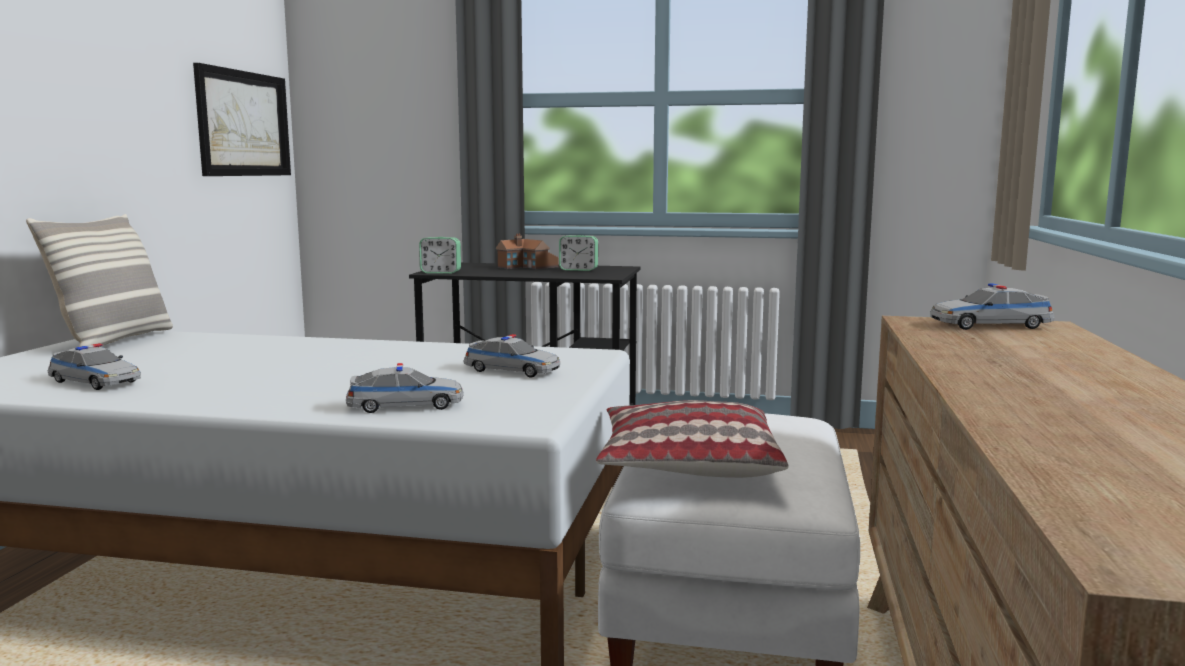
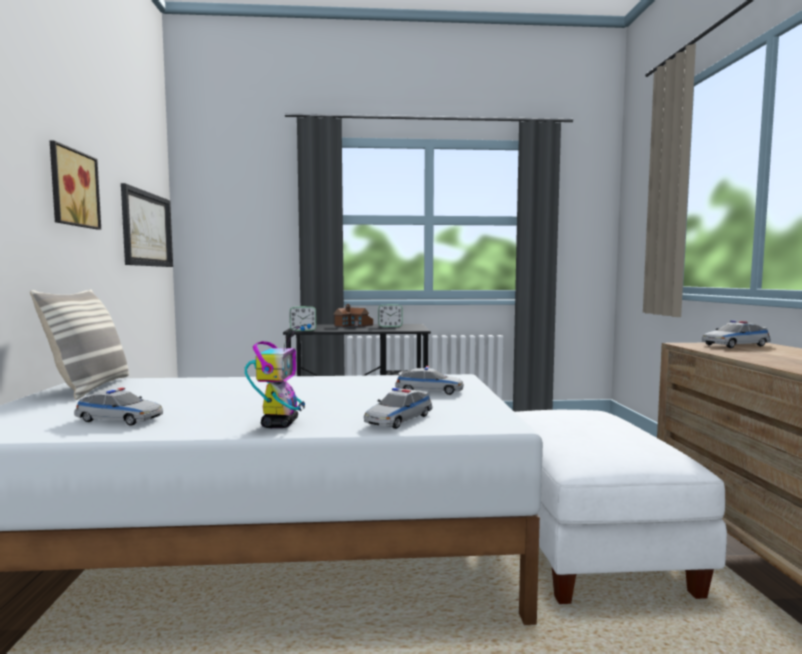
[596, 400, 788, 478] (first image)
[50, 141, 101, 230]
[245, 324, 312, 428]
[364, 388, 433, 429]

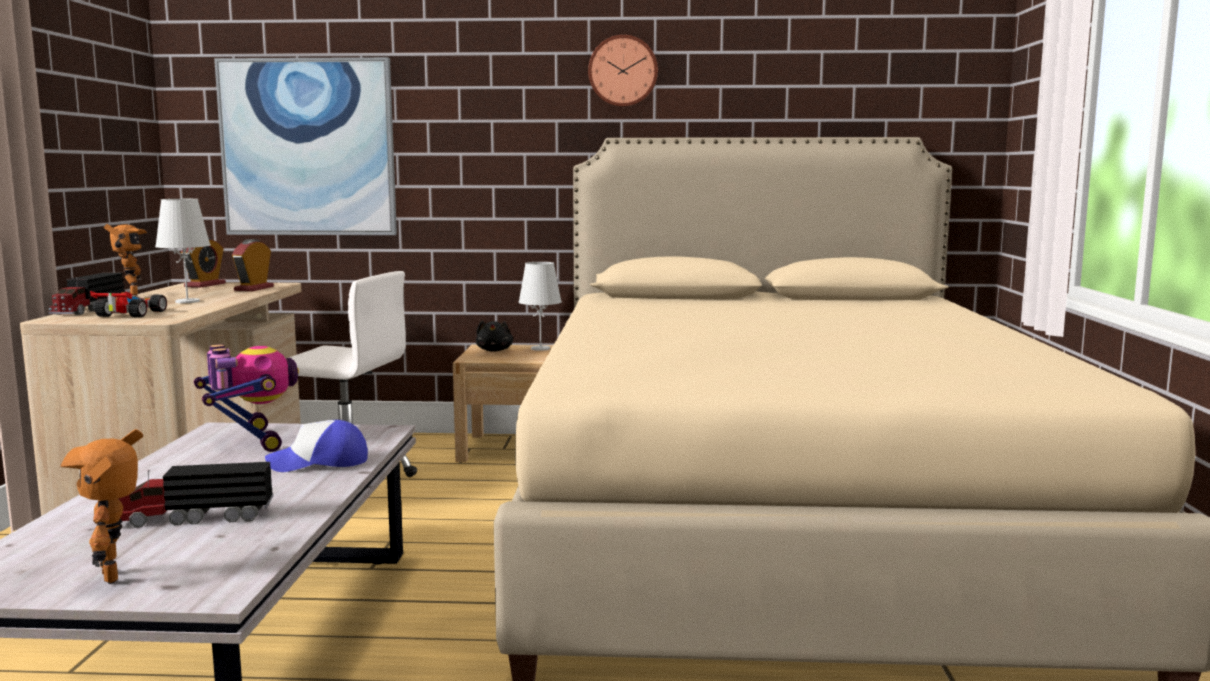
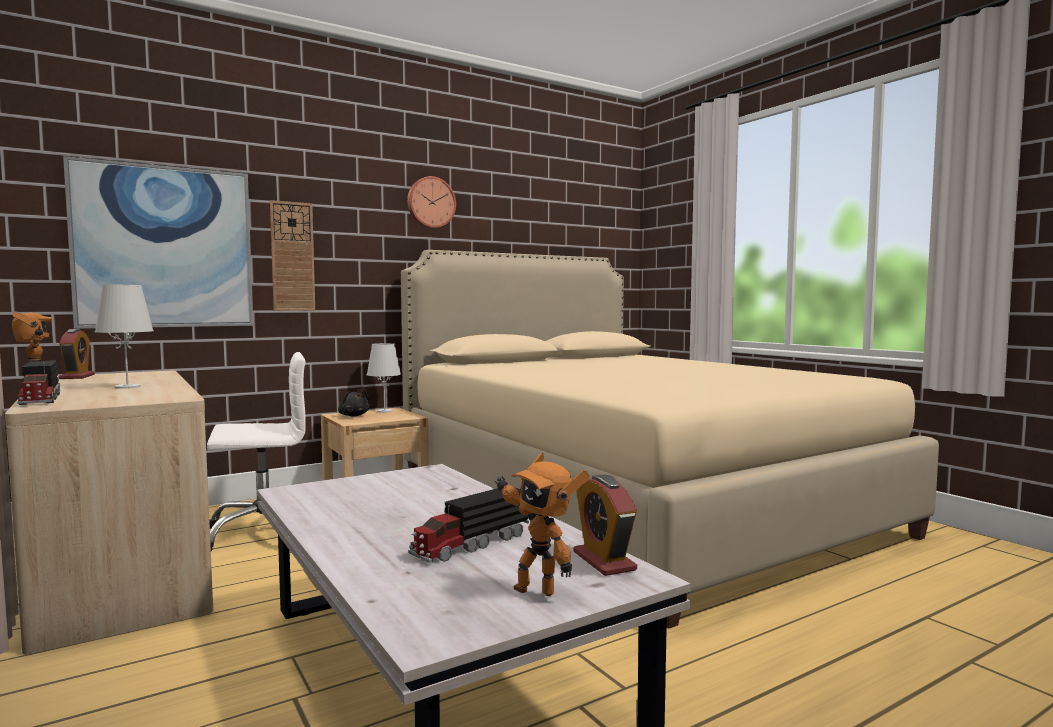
[90, 291, 167, 317] (first image)
[194, 344, 299, 452] (first image)
[265, 420, 368, 472] (first image)
[270, 200, 315, 311]
[573, 475, 637, 576]

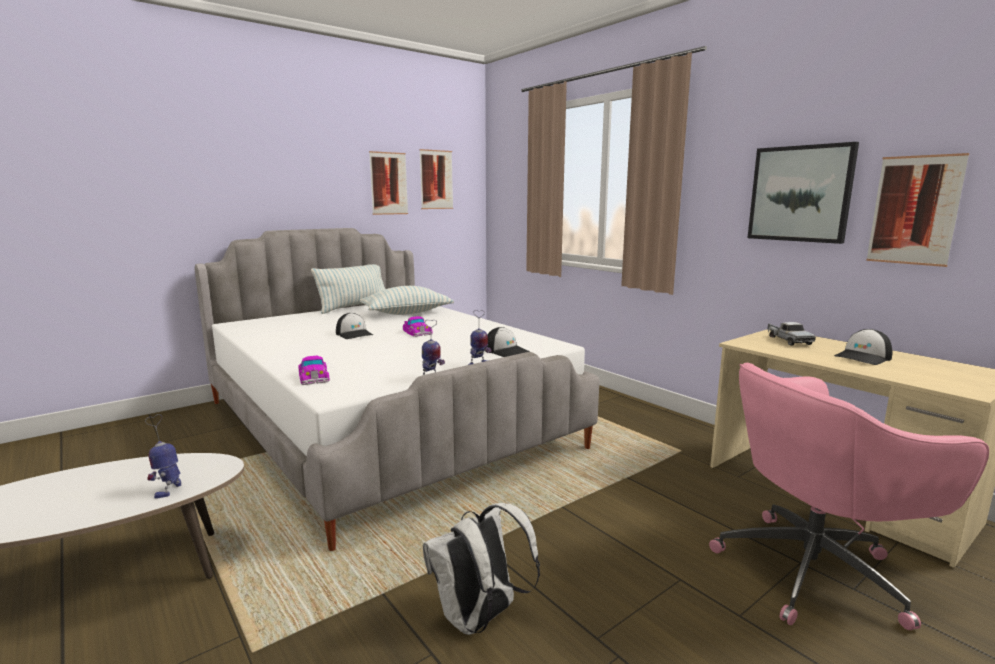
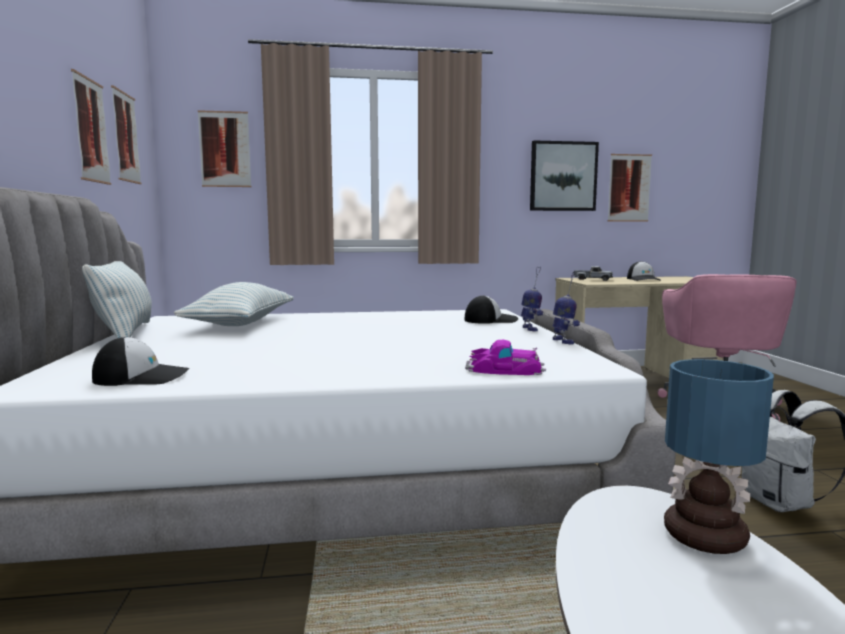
[403, 316, 433, 337] (first image)
[198, 110, 251, 187]
[92, 337, 189, 386]
[664, 359, 774, 554]

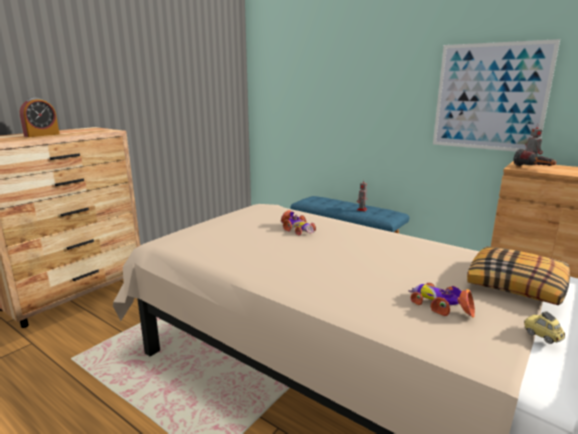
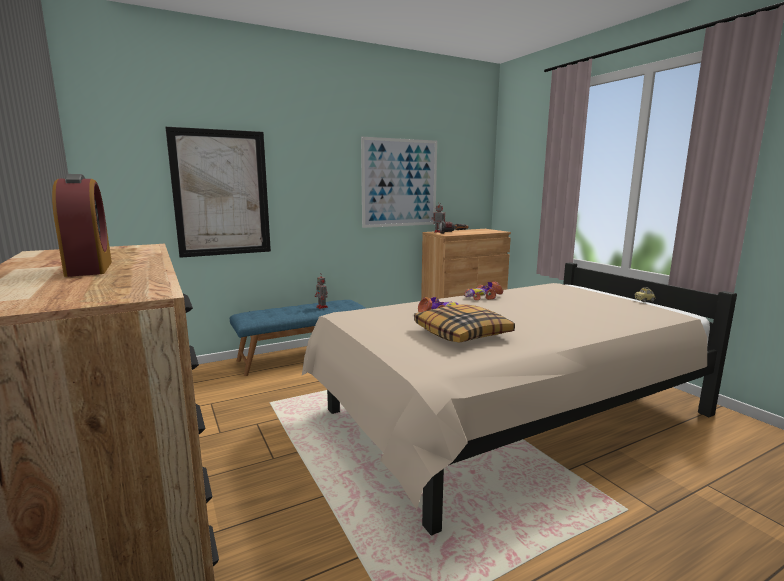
[165, 127, 271, 258]
[463, 281, 503, 300]
[414, 304, 515, 343]

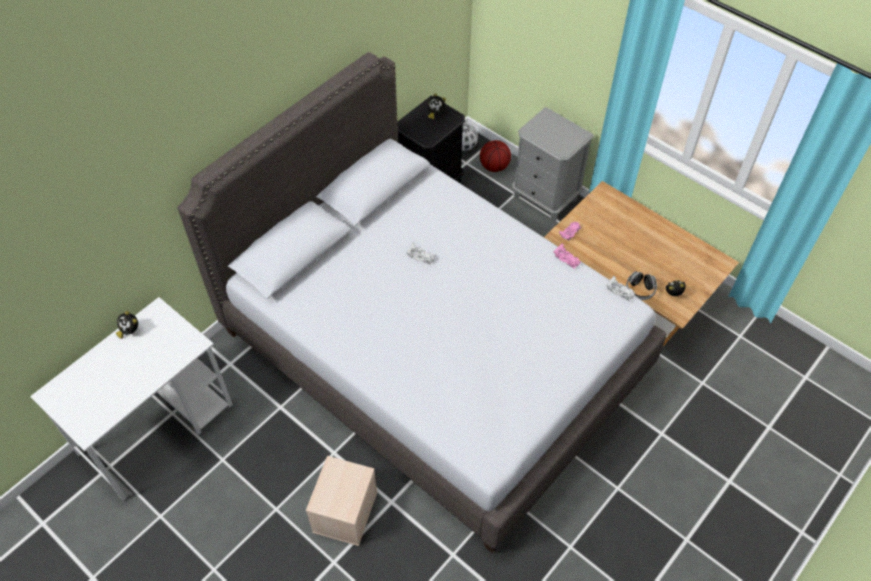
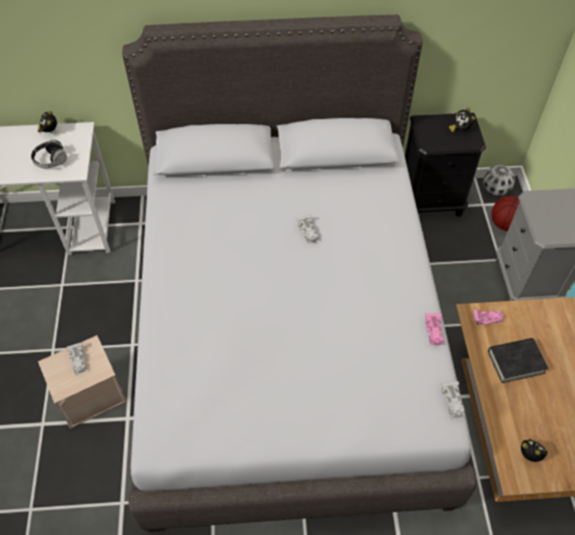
[66, 342, 87, 374]
[488, 338, 548, 383]
[31, 140, 67, 168]

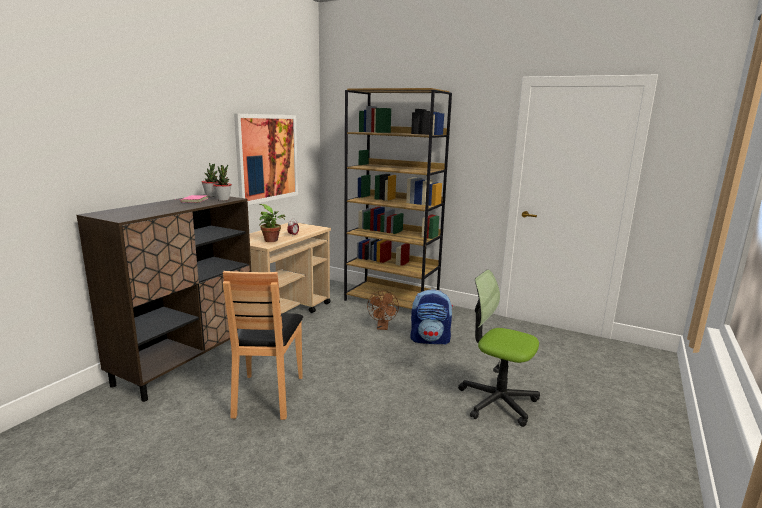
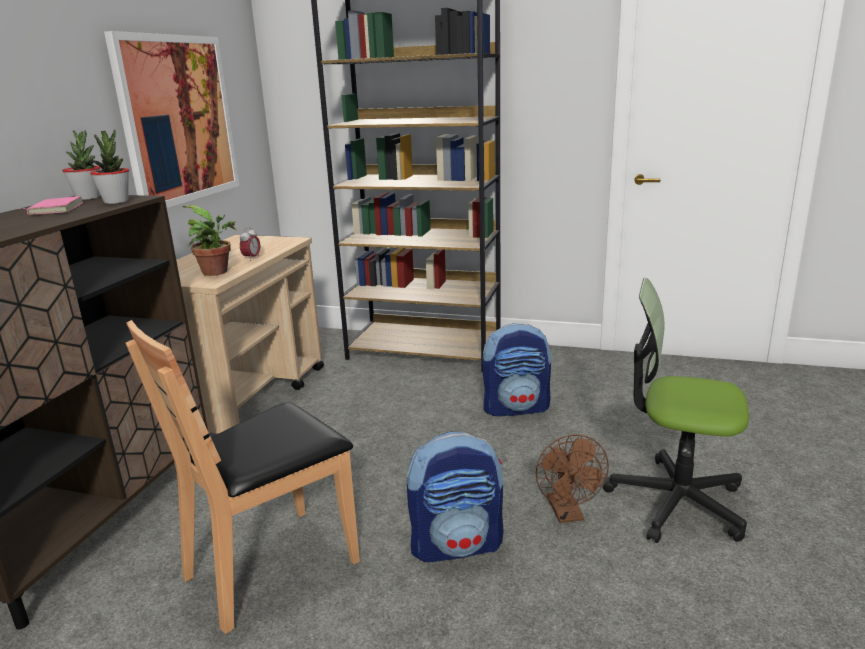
[407, 432, 504, 562]
[536, 435, 609, 523]
[126, 320, 360, 634]

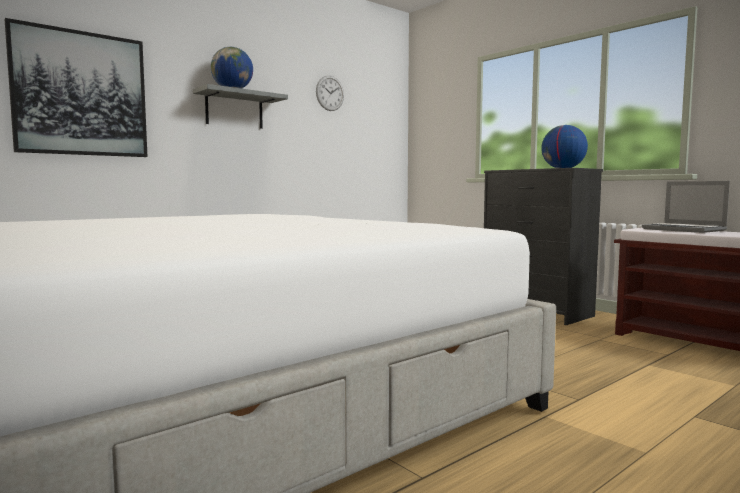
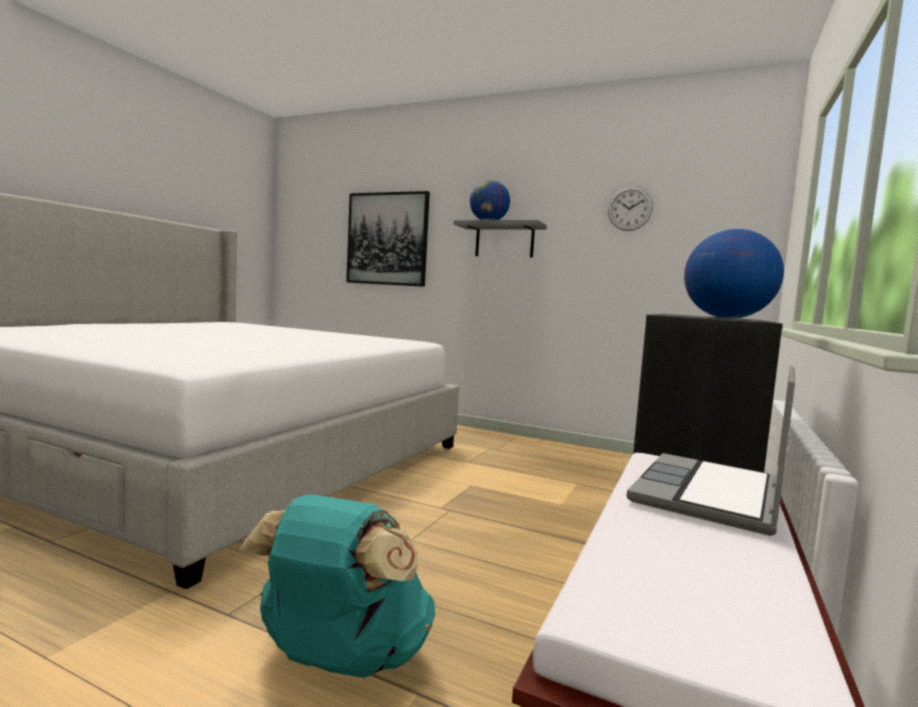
[239, 494, 435, 678]

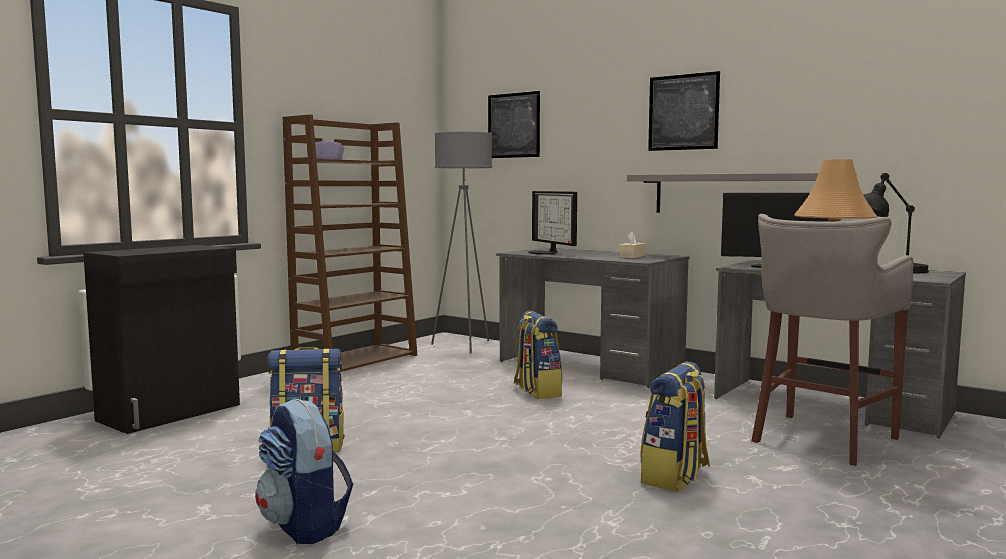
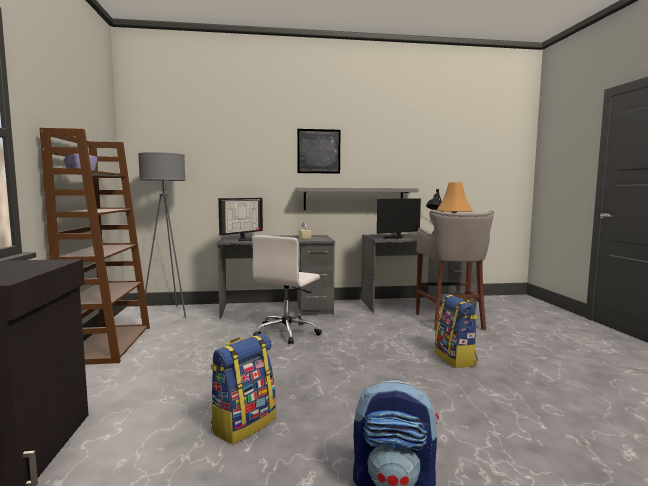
[488, 91, 540, 158] (first image)
[252, 235, 322, 344]
[218, 198, 263, 241]

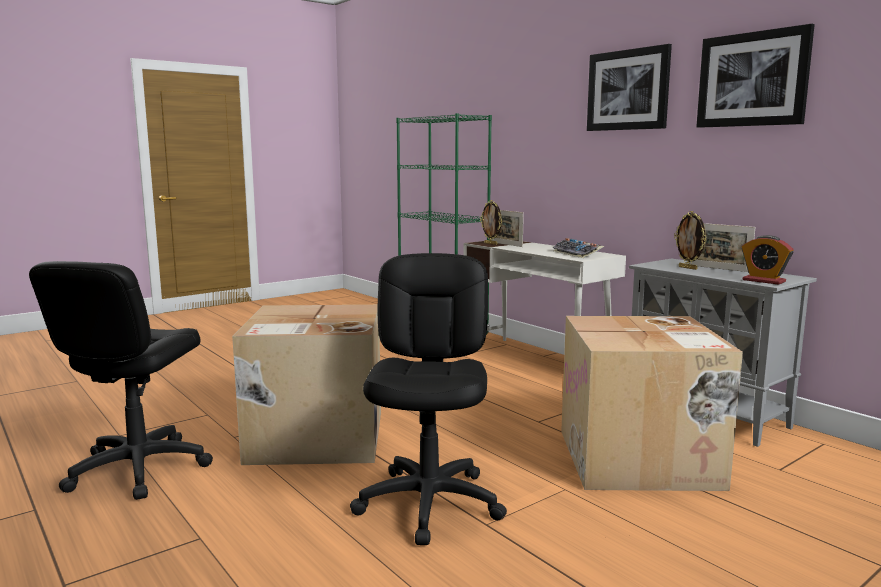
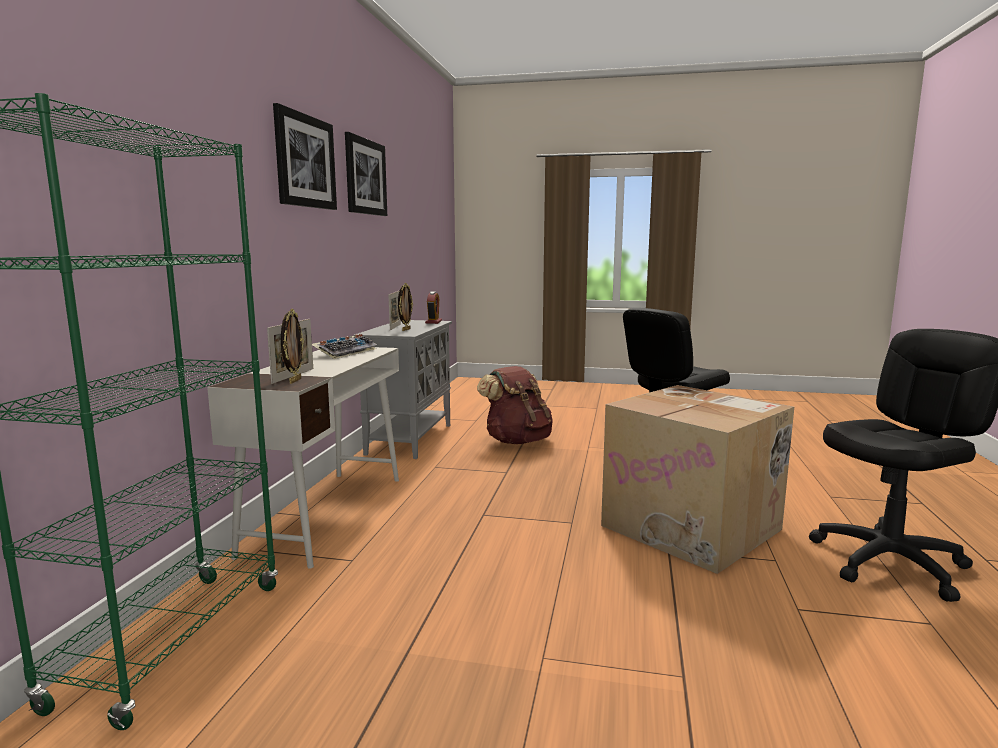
[477, 366, 553, 444]

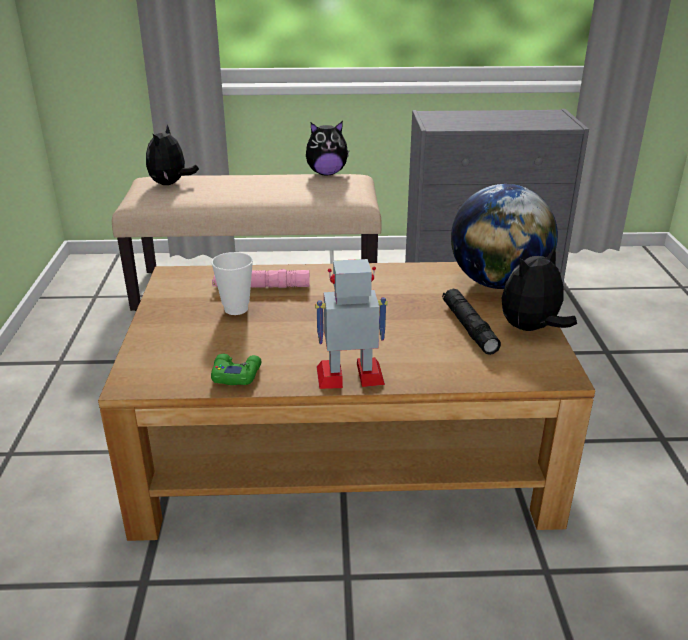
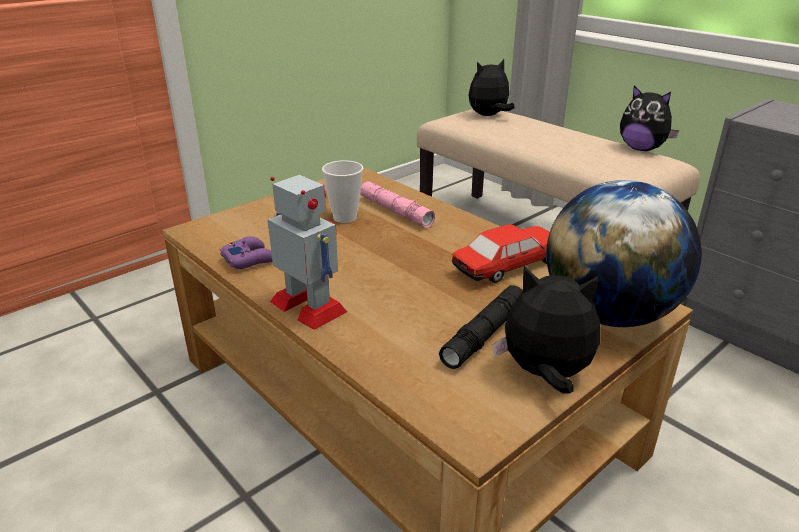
[452, 224, 550, 283]
[220, 236, 272, 269]

